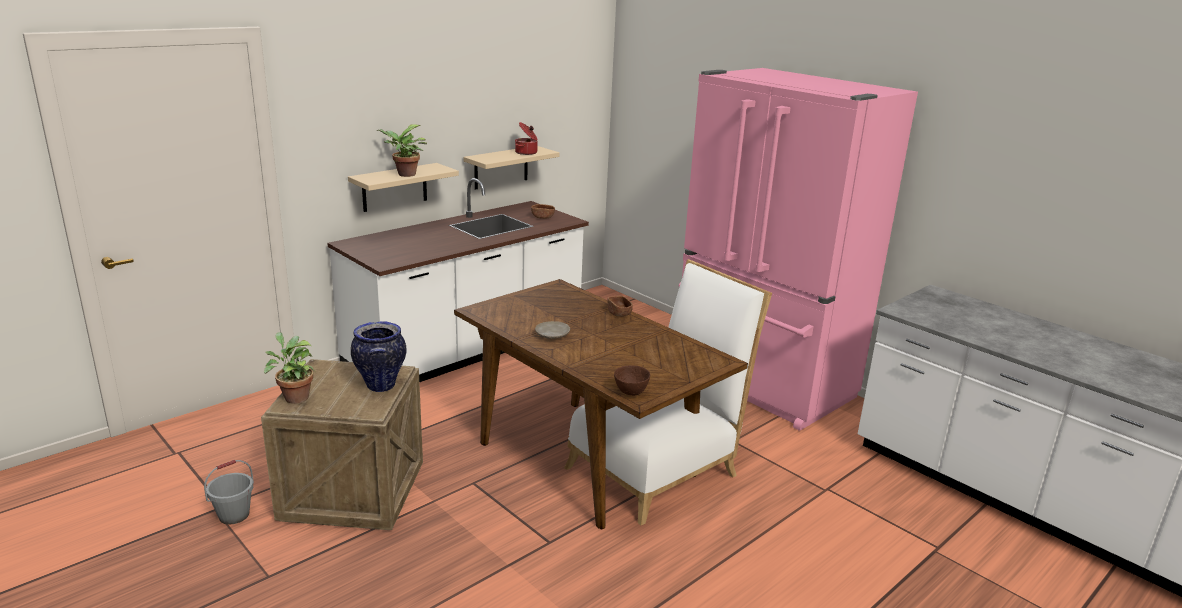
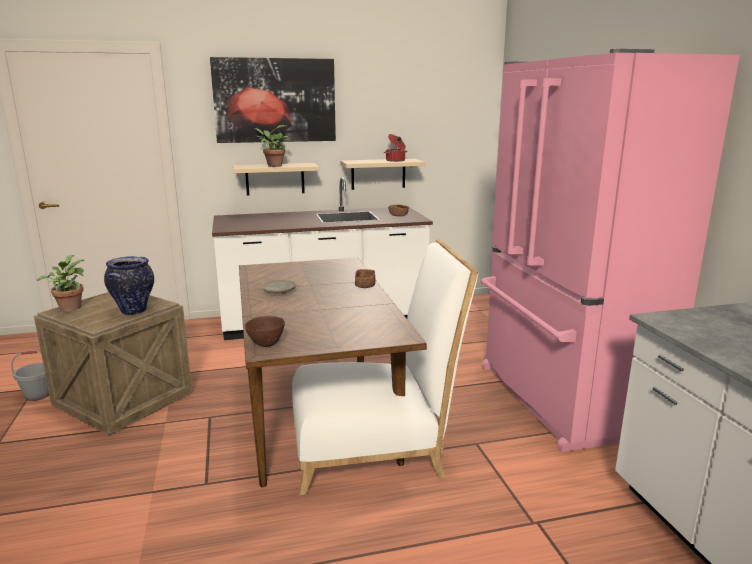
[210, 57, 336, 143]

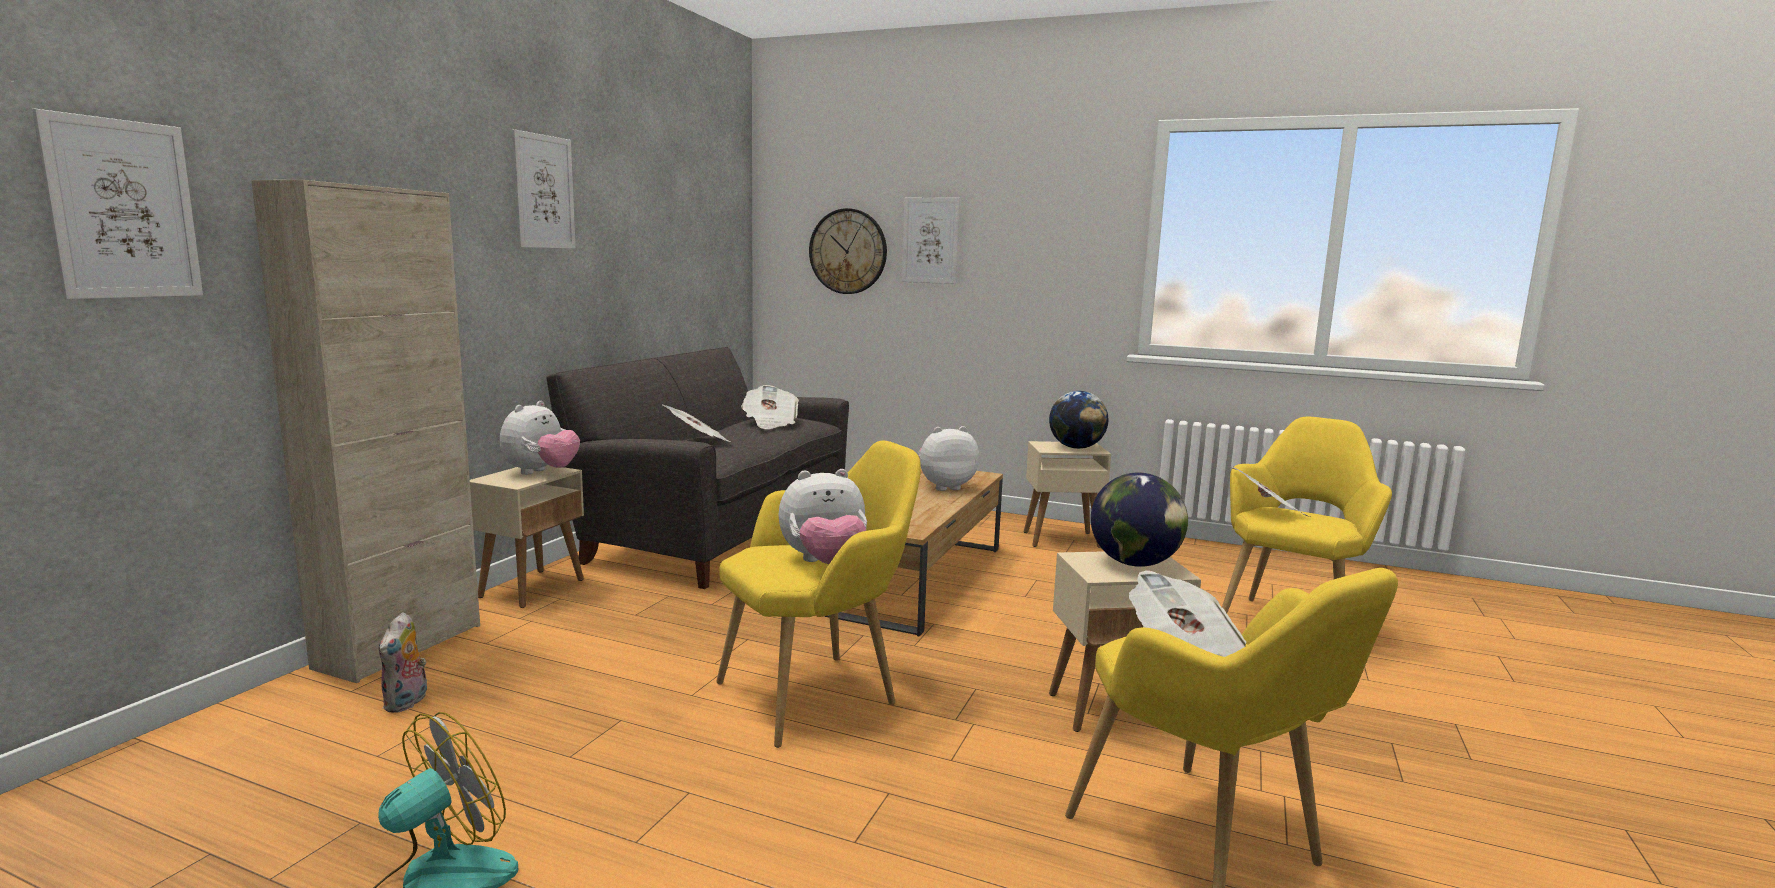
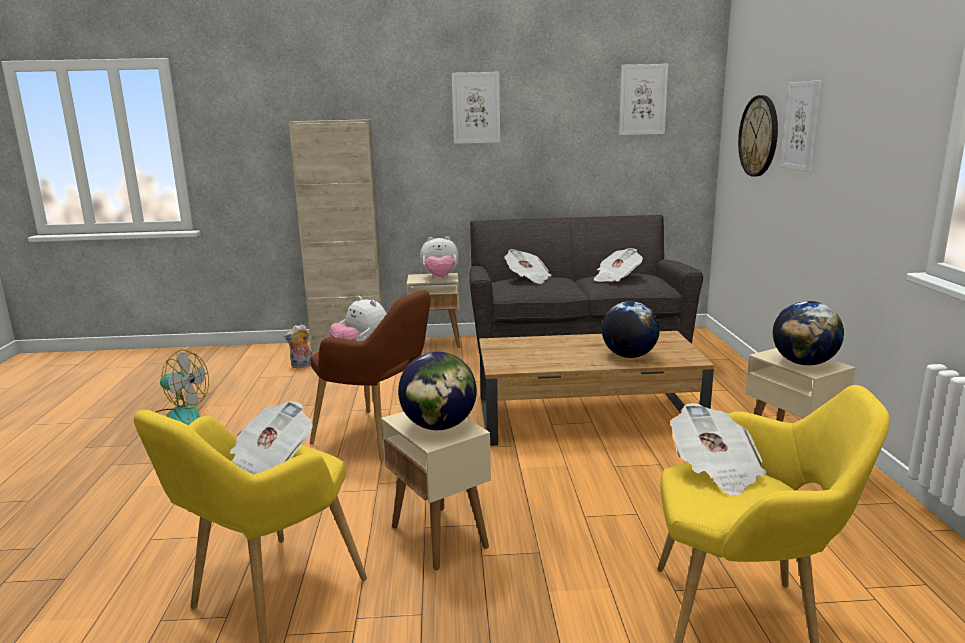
[619, 64, 668, 135]
[602, 301, 660, 358]
[310, 290, 431, 461]

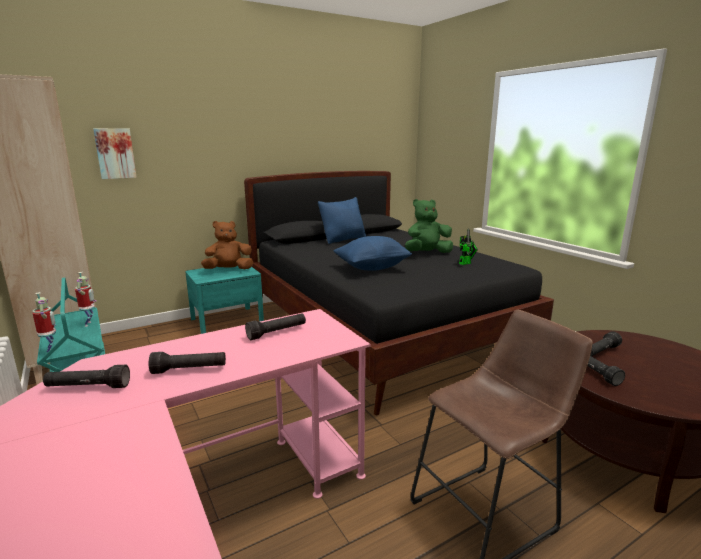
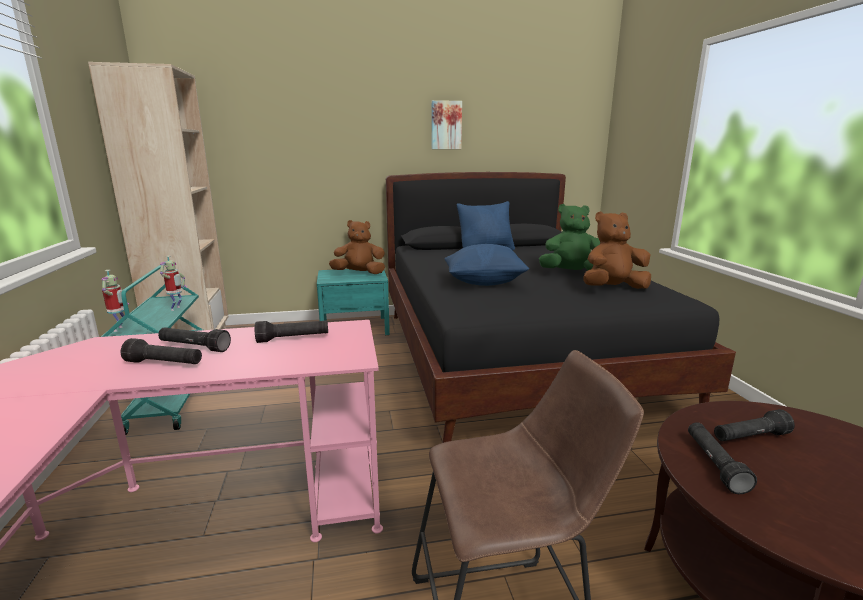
[158, 327, 231, 352]
[432, 100, 462, 149]
[583, 211, 651, 289]

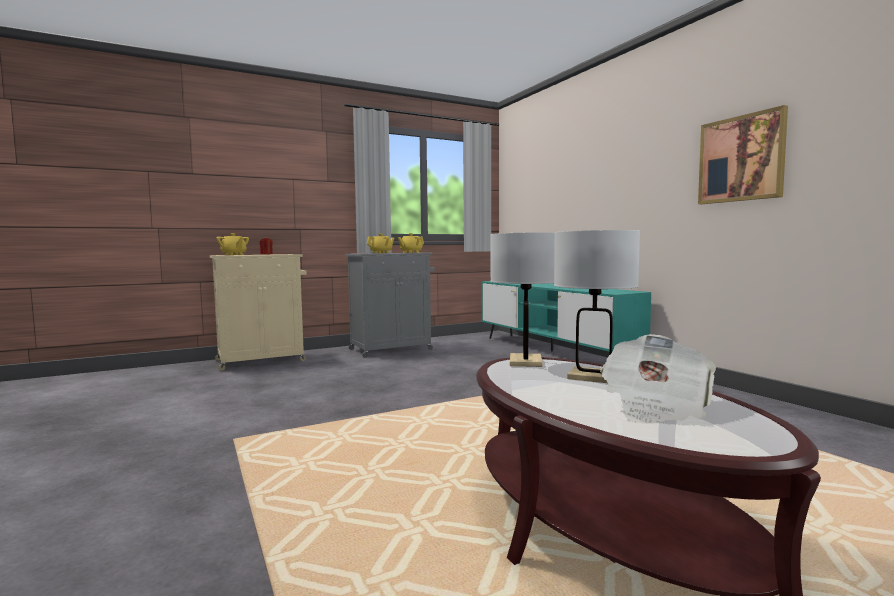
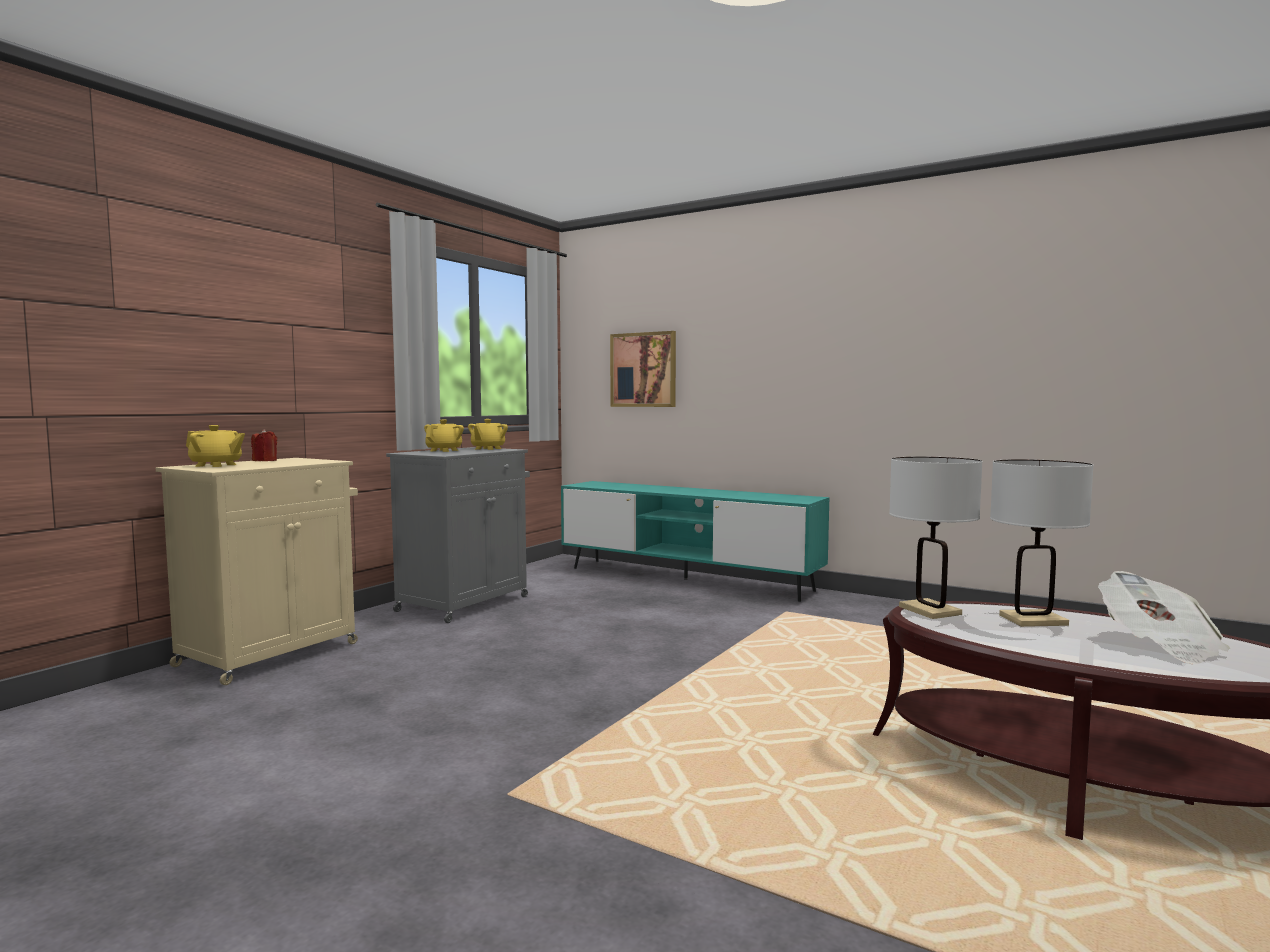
[610, 331, 676, 407]

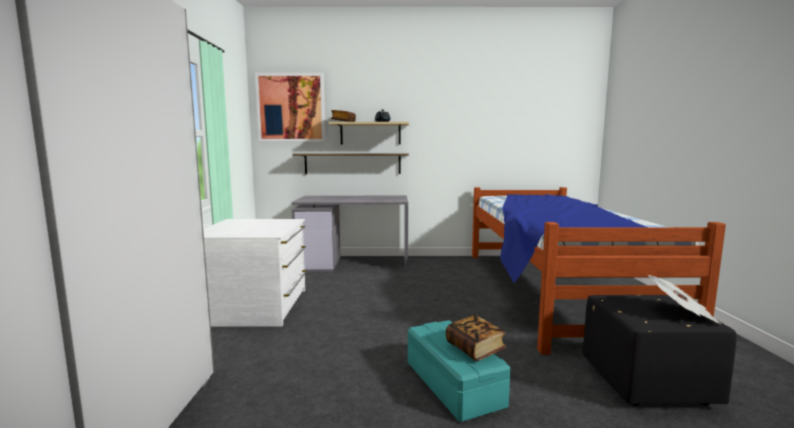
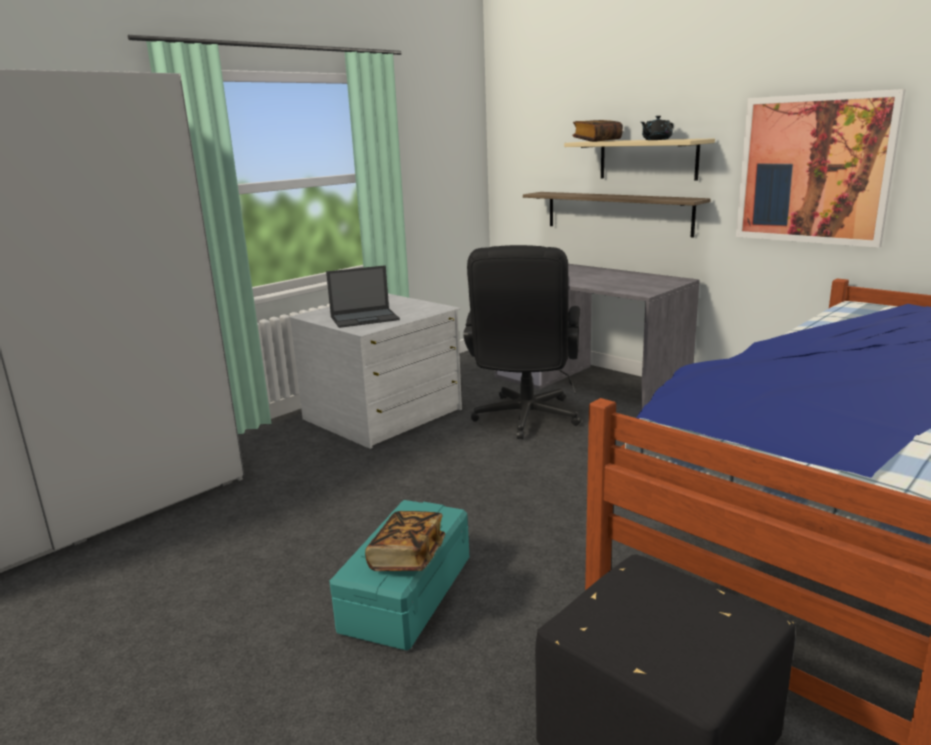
[648, 275, 721, 324] (first image)
[326, 265, 400, 328]
[463, 245, 581, 439]
[736, 89, 906, 248]

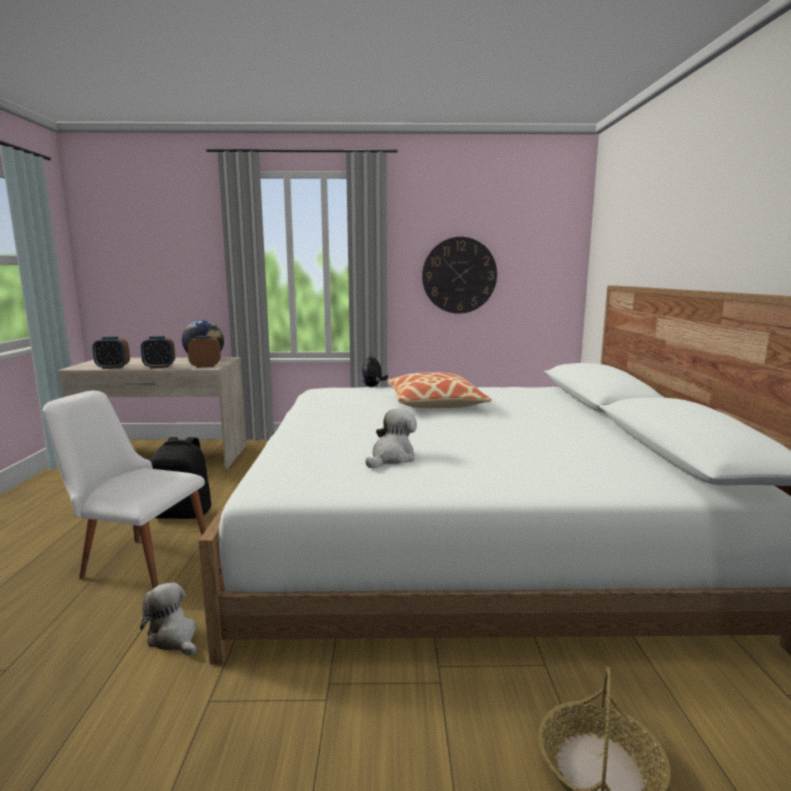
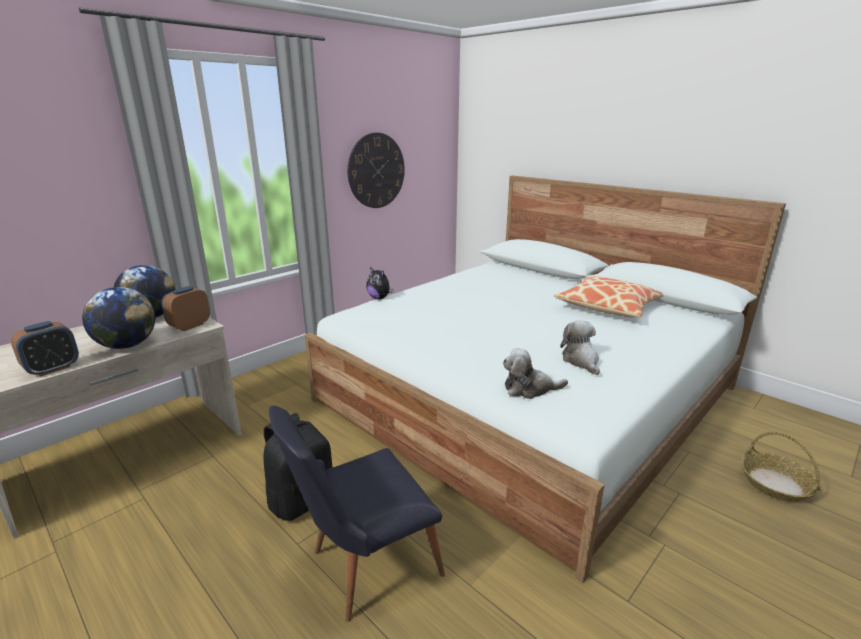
[503, 348, 568, 399]
[554, 276, 664, 317]
[82, 287, 155, 349]
[269, 405, 445, 622]

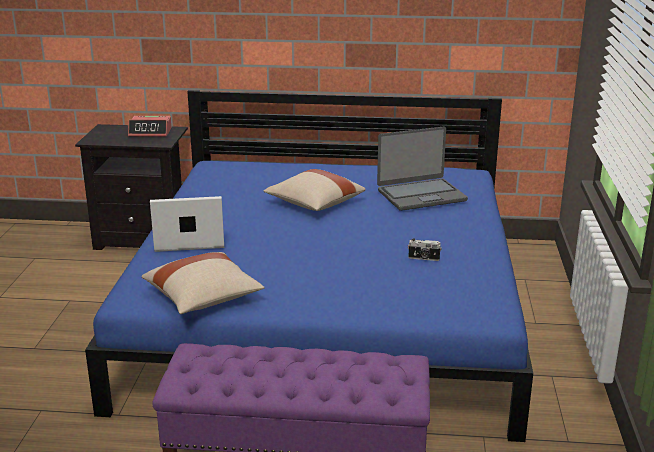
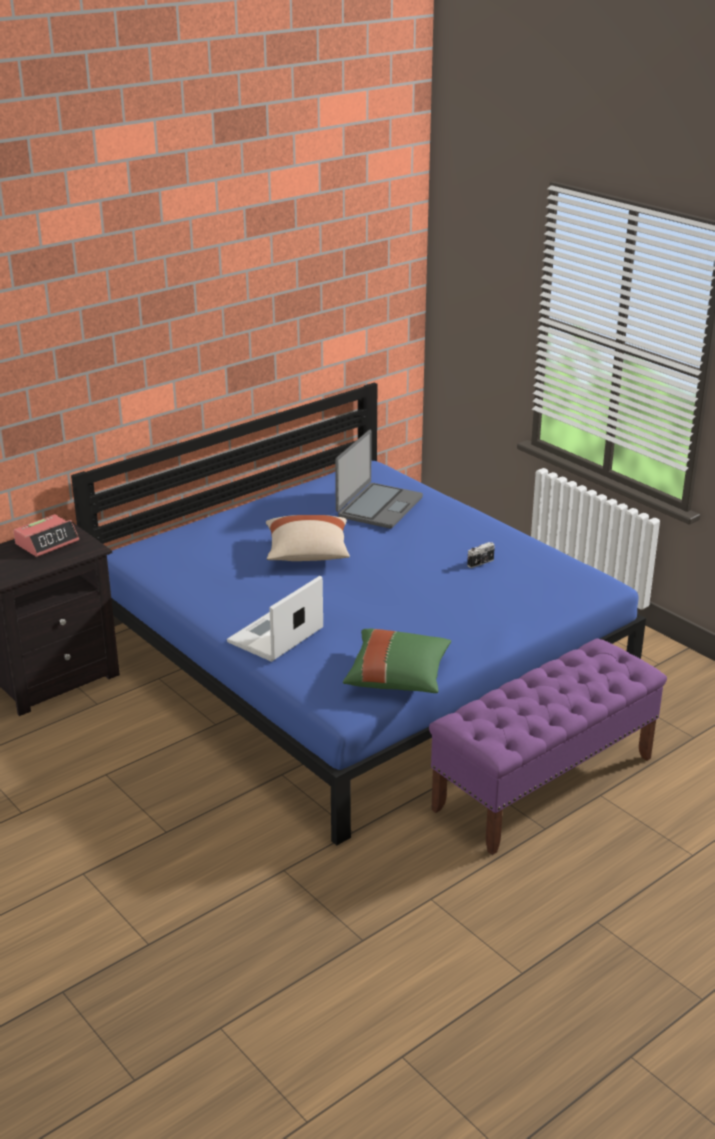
[343, 629, 451, 693]

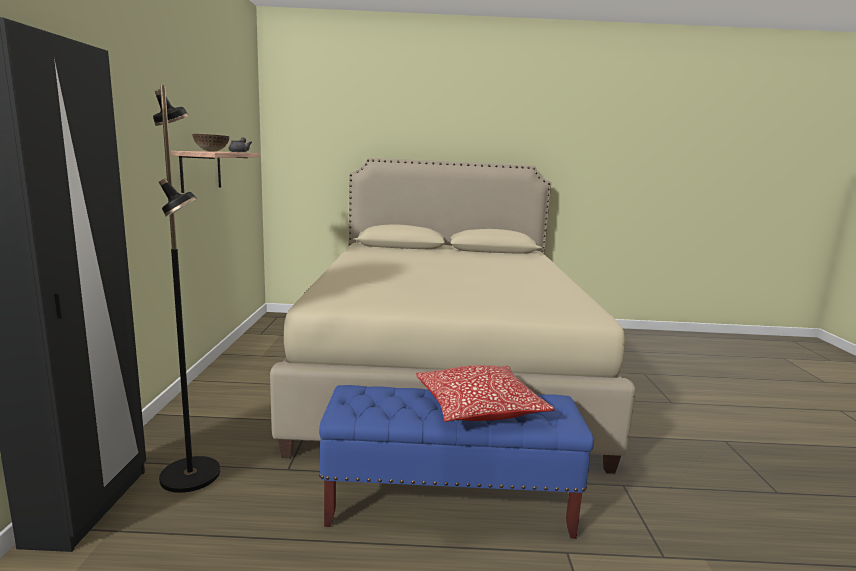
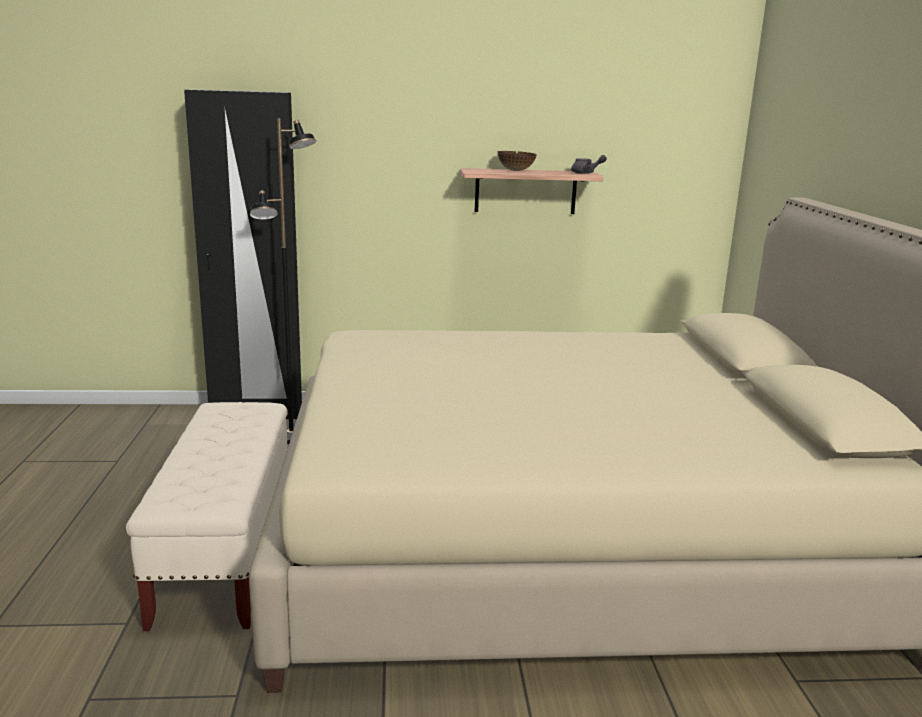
[416, 365, 554, 422] (first image)
[126, 402, 288, 631]

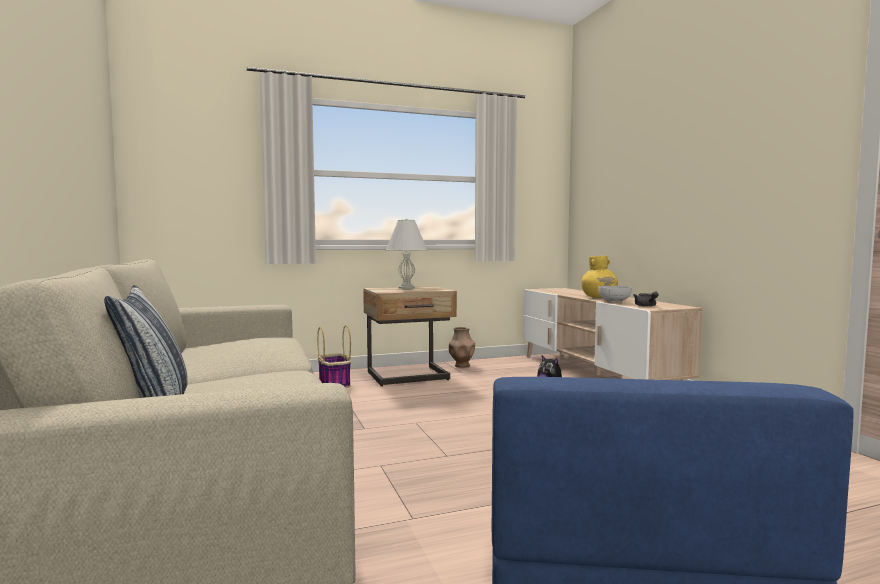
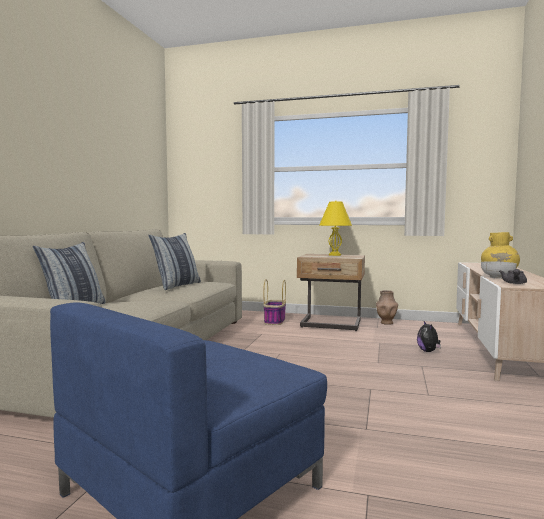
[148, 233, 201, 290]
[319, 201, 352, 256]

